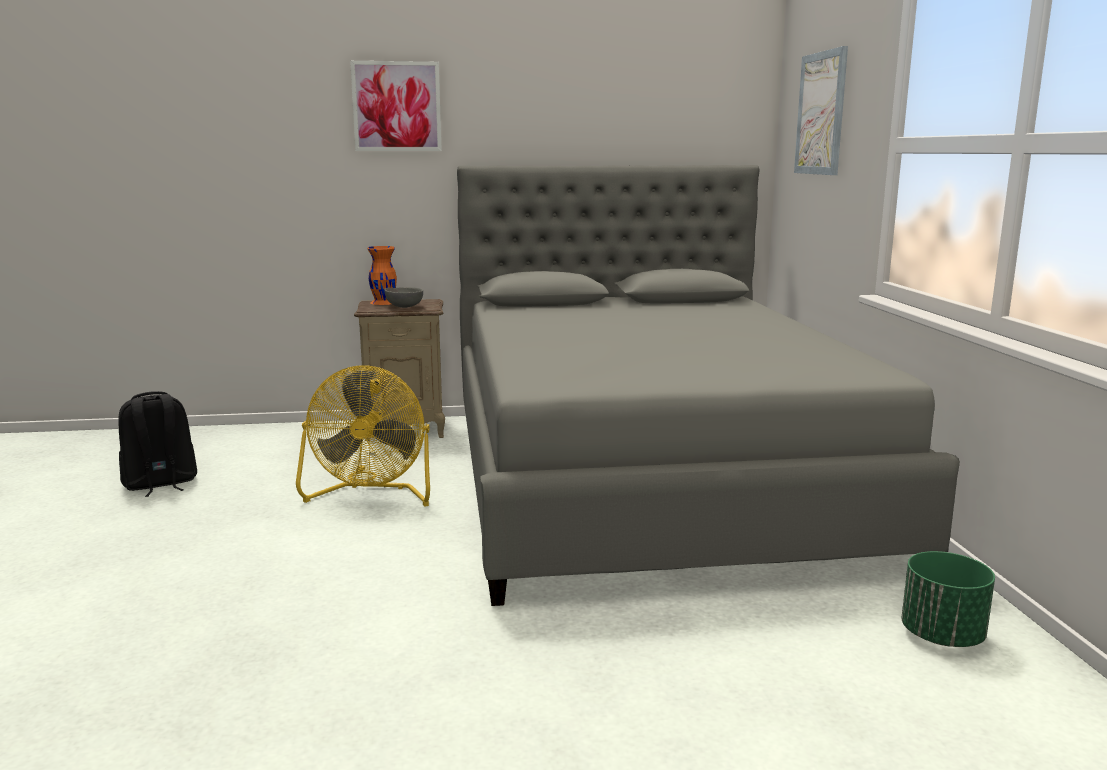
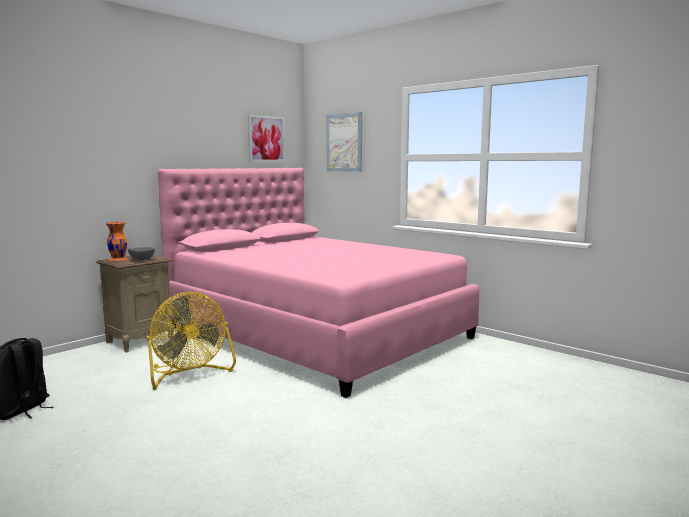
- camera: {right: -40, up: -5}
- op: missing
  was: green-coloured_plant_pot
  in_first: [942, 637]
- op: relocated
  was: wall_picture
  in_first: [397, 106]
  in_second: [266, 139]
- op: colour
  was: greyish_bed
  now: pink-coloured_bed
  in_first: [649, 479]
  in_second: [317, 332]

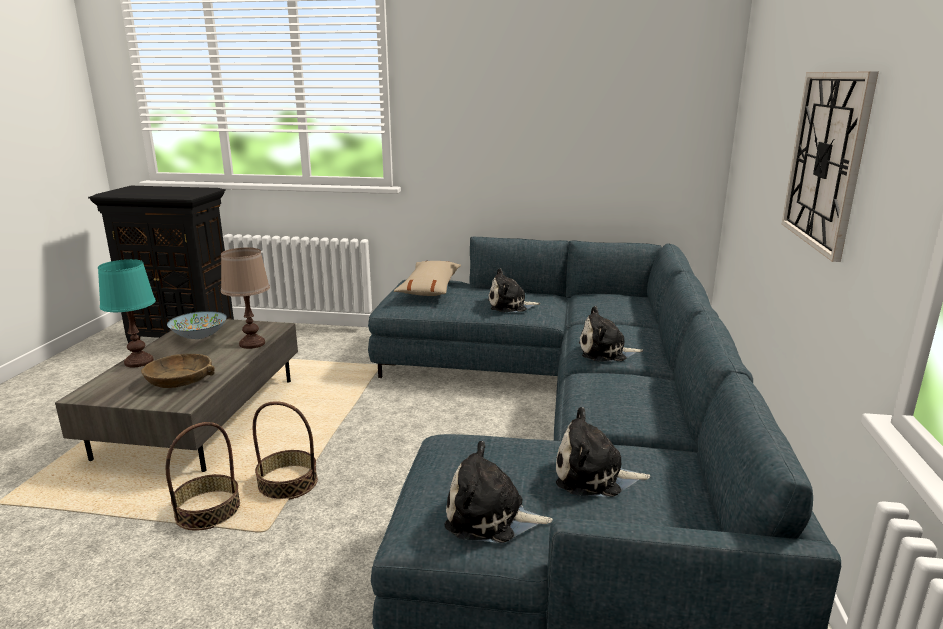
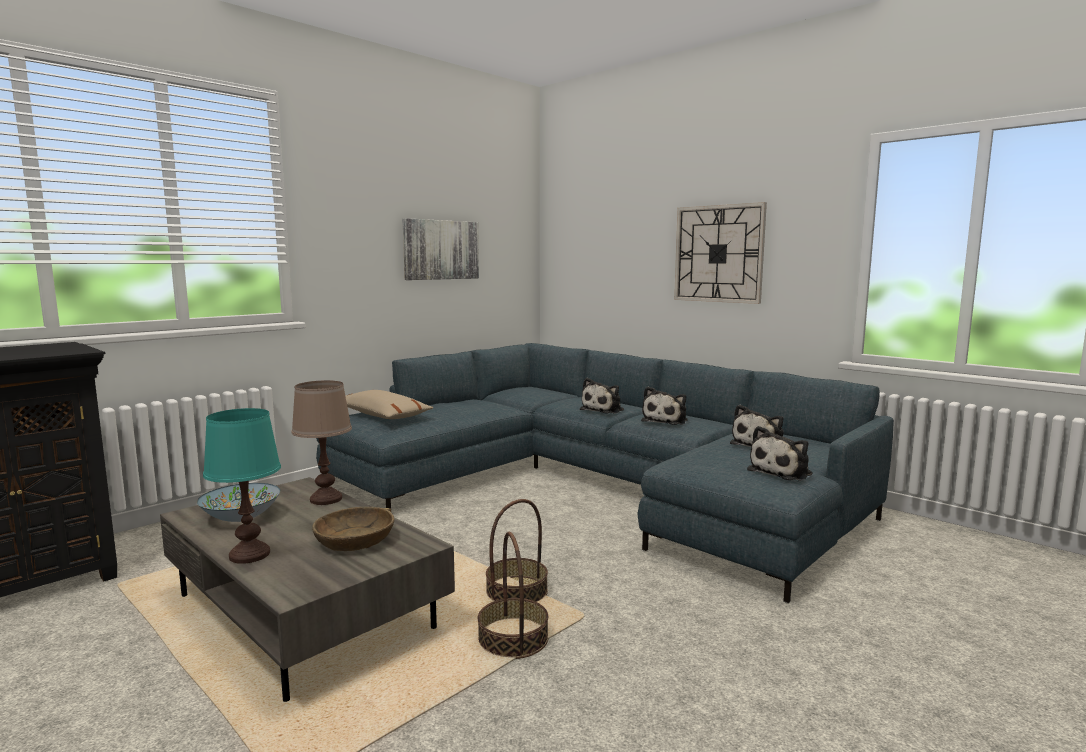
- camera: {right: -55, up: -10}
- op: appeared
  now: wall_picture
  in_second: [441, 250]
- op: relocated
  was: cuddly_toy
  in_first: [510, 306]
  in_second: [666, 420]

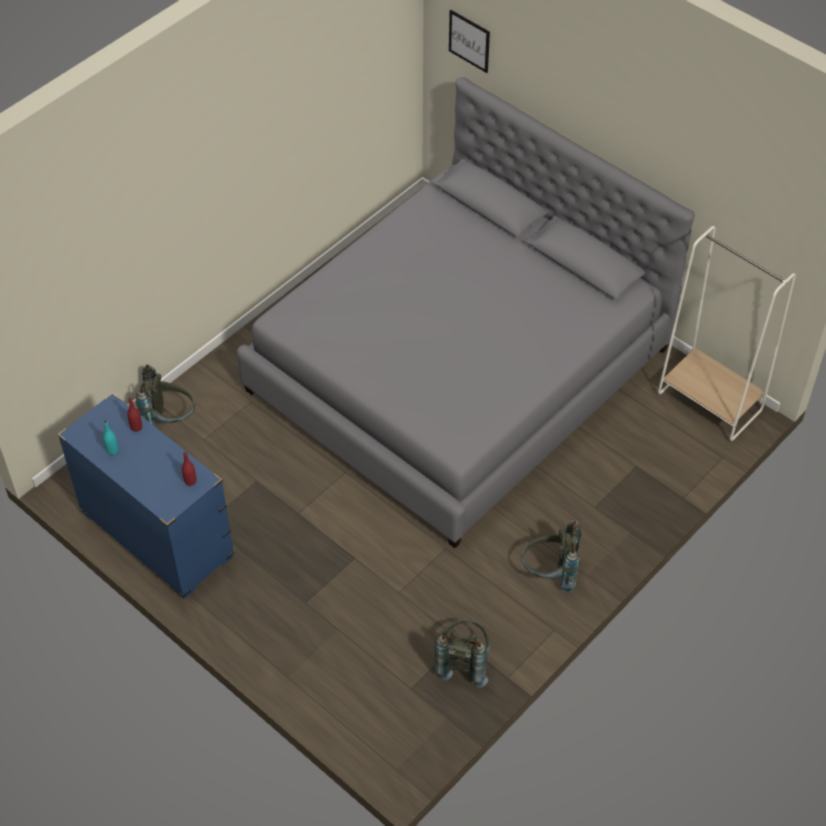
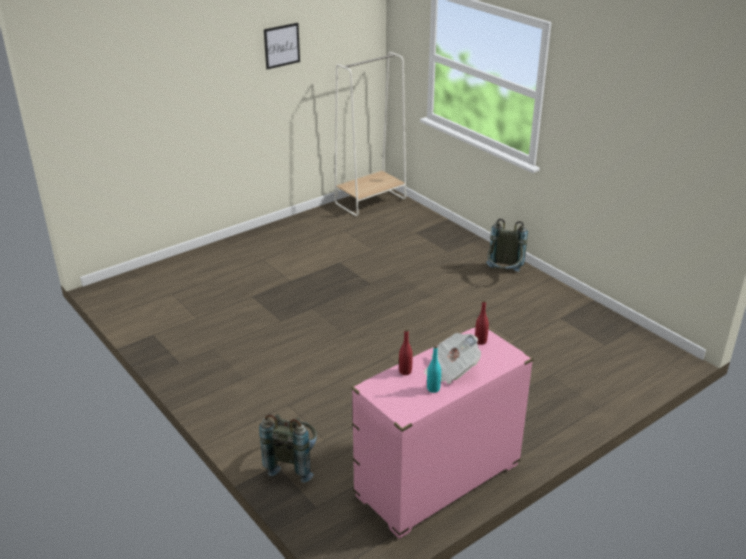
- camera: {right: -80, up: -20}
- op: missing
  was: greyish_bed
  in_first: [458, 369]
- op: missing
  was: greyish_knapsack
  in_first: [463, 662]
- op: appeared
  now: daily_paper
  in_second: [451, 369]
- op: relocated
  was: wall_picture
  in_first: [469, 41]
  in_second: [282, 45]
- op: colour
  was: bluish_chest_of_drawers
  now: pink-coloured_chest_of_drawers
  in_first: [156, 535]
  in_second: [438, 481]

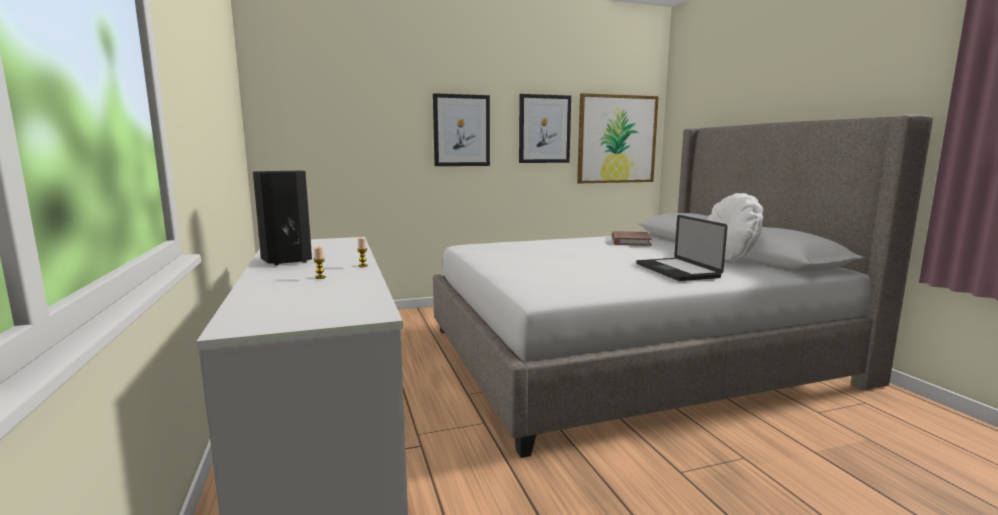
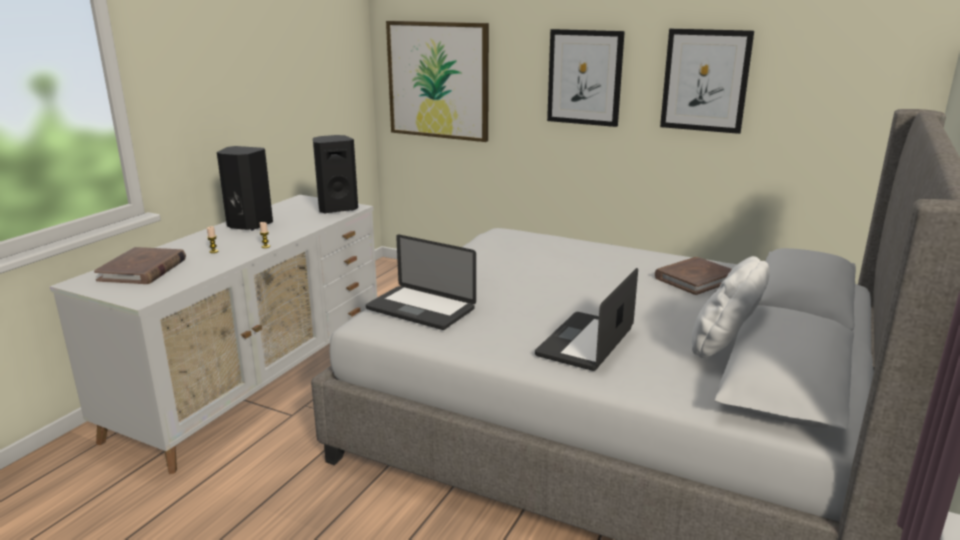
- camera: {right: 45, up: 10}
- op: appeared
  now: brown_volume
  in_second: [143, 270]
- op: appeared
  now: black_loudspeaker
  in_second: [337, 208]
- op: appeared
  now: laptop
  in_second: [420, 309]
- op: relocated
  was: wall_picture
  in_first: [617, 139]
  in_second: [438, 80]

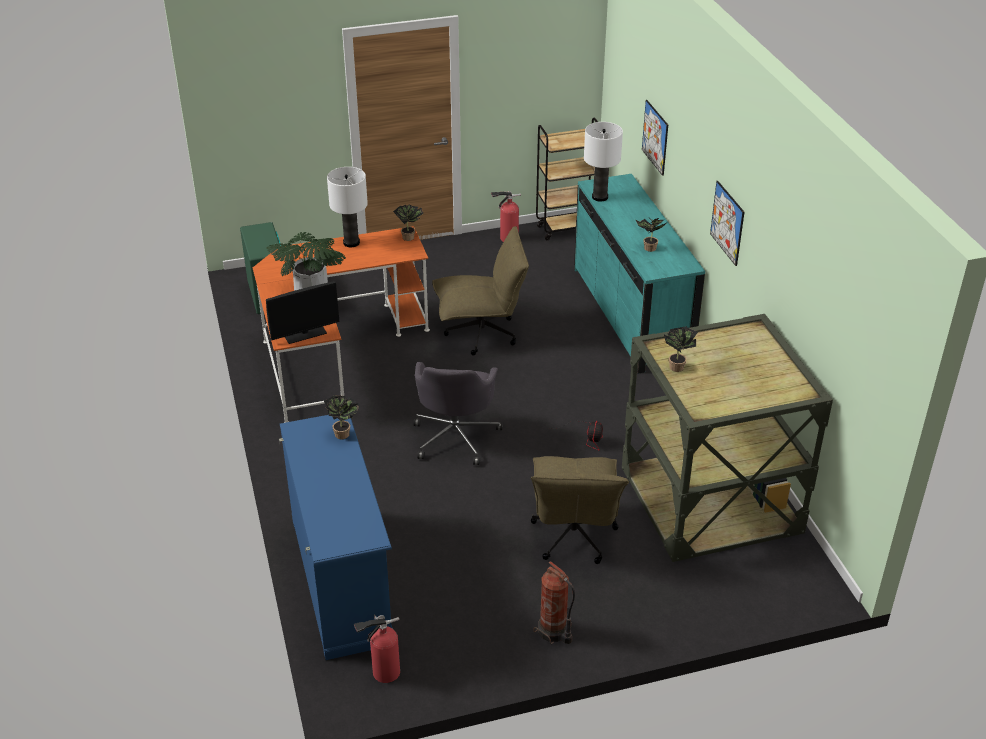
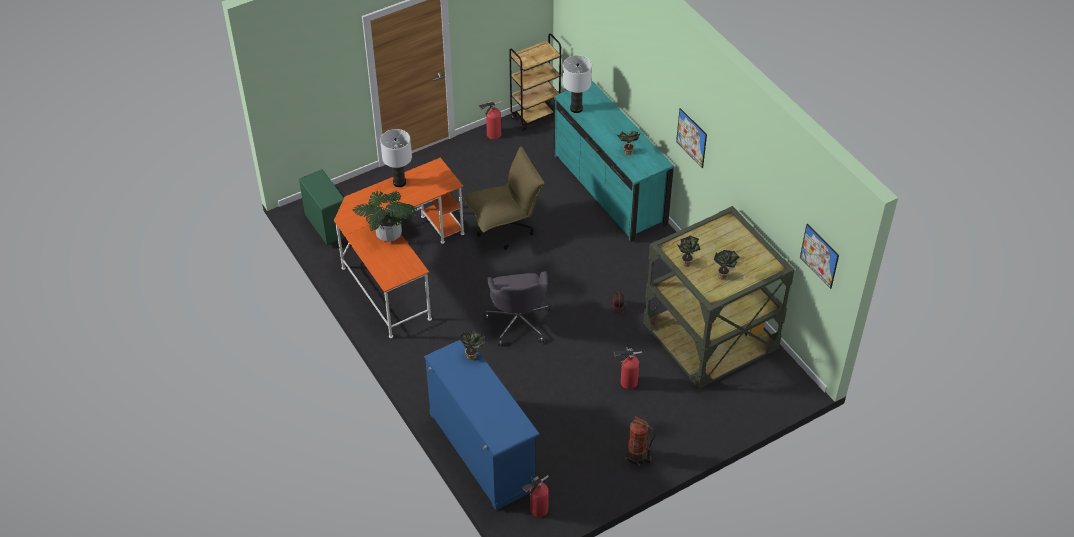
- camera: {right: -15, up: 10}
- op: missing
  was: monitor
  in_first: [305, 333]
- op: relocated
  was: houseplant
  in_first: [410, 237]
  in_second: [724, 274]
- op: relocated
  was: wall_picture
  in_first: [655, 137]
  in_second: [819, 256]
- op: exchanged
  was: sand-coloured_desk_chair
  now: extinguisher
  in_first: [573, 534]
  in_second: [627, 382]

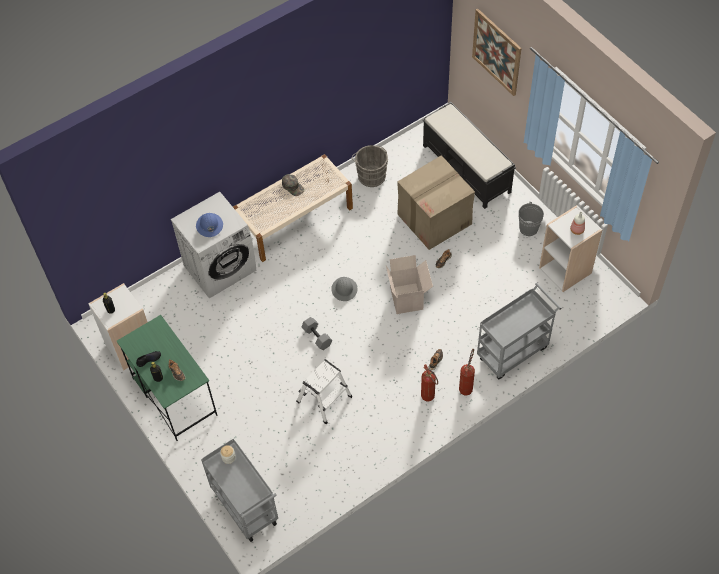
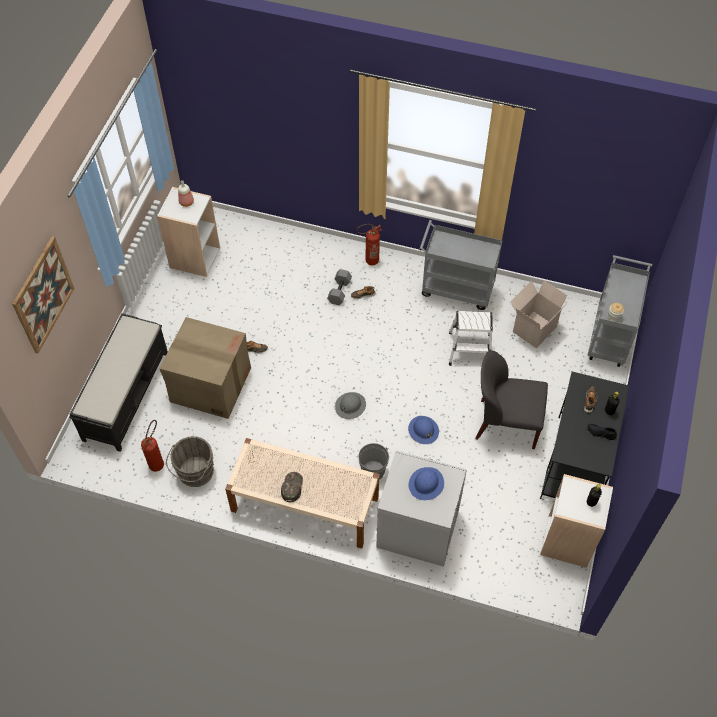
- camera: {right: -130, up: 0}
- op: appeared
  now: bluish_hard_hat
  in_second: [423, 430]
- op: appeared
  now: greyish_plain_chair
  in_second: [505, 423]
- op: relocated
  was: greyish_hand_weight
  in_first: [317, 337]
  in_second: [339, 291]
- op: relocated
  was: carton
  in_first: [408, 299]
  in_second: [533, 328]
- op: relocated
  was: extinguisher
  in_first: [429, 398]
  in_second: [158, 461]
- op: relocated
  was: greyish_wheeled_cart
  in_first: [514, 353]
  in_second: [455, 291]
- op: relocated
  was: greyish_bucket
  in_first: [528, 228]
  in_second: [373, 471]
- op: colour
  was: green-coloured_desk
  now: black_desk
  in_first: [174, 396]
  in_second: [575, 463]

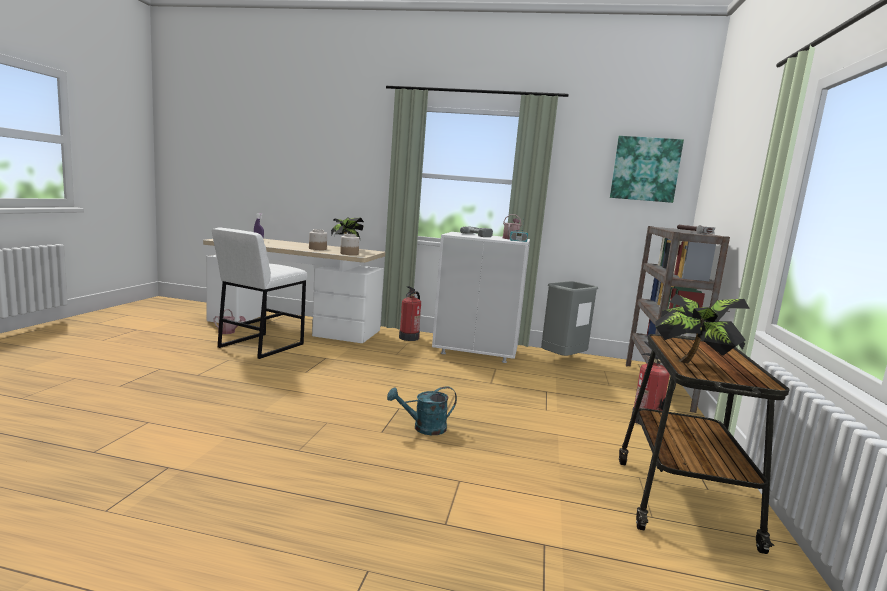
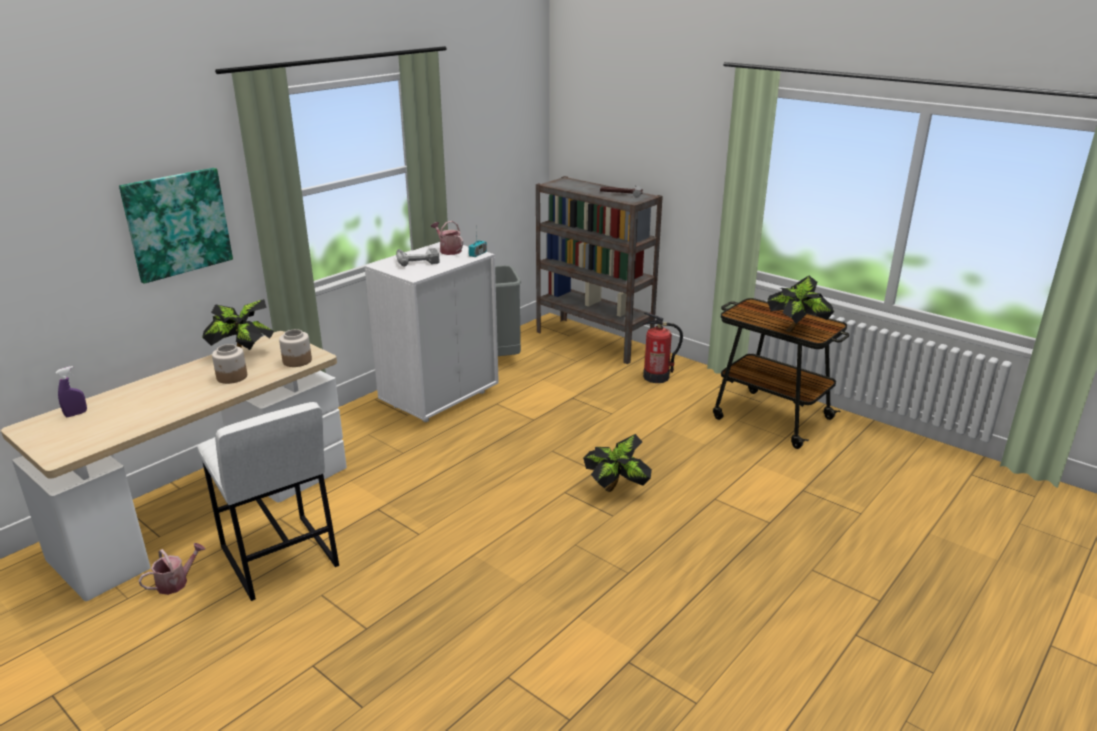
- camera: {right: -60, up: 15}
- op: missing
  was: extinguisher
  in_first: [409, 338]
- op: relocated
  was: wall_picture
  in_first: [645, 169]
  in_second: [177, 224]
- op: exchanged
  was: turquoise_watering_can
  now: houseplant
  in_first: [423, 428]
  in_second: [617, 490]

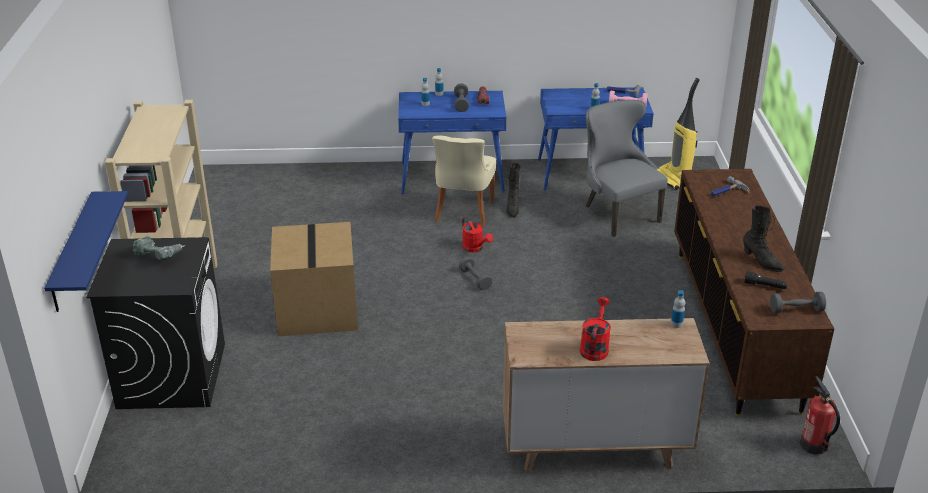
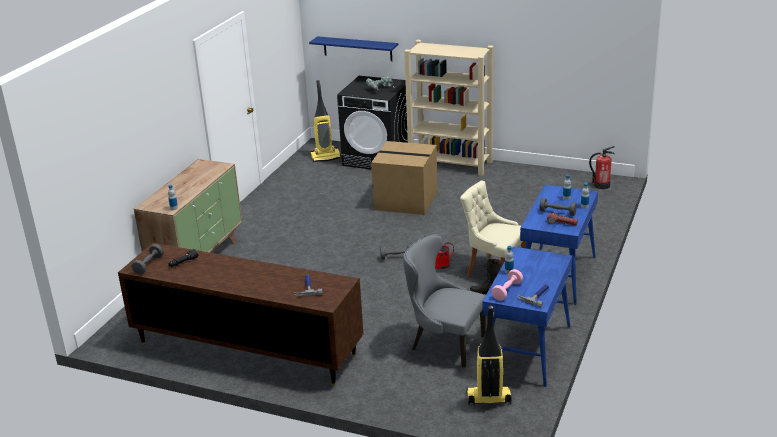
- camera: {right: 115, up: -5}
- op: missing
  was: red_watering_can
  in_first: [595, 347]
- op: missing
  was: black_boot
  in_first: [761, 261]
- op: appeared
  now: vacuum
  in_second: [326, 157]
- op: relocated
  was: extinguisher
  in_first: [814, 445]
  in_second: [601, 185]
- op: spun
  was: greyish_plain_chair
  in_first: [617, 213]
  in_second: [444, 344]
  clockwise: -150

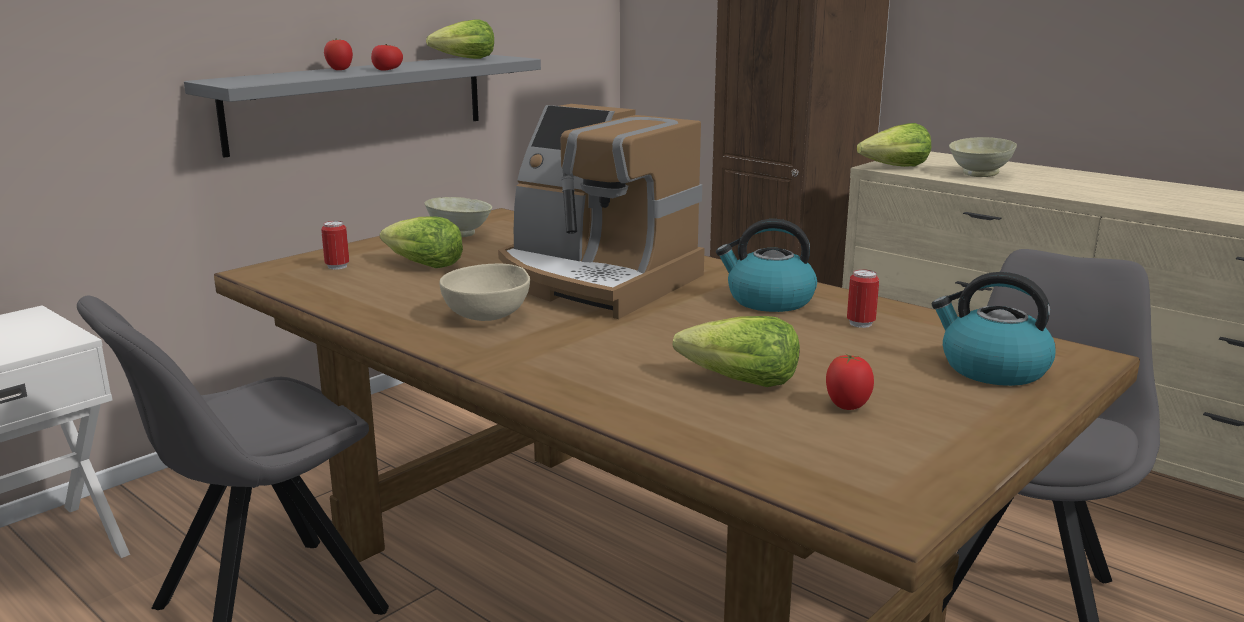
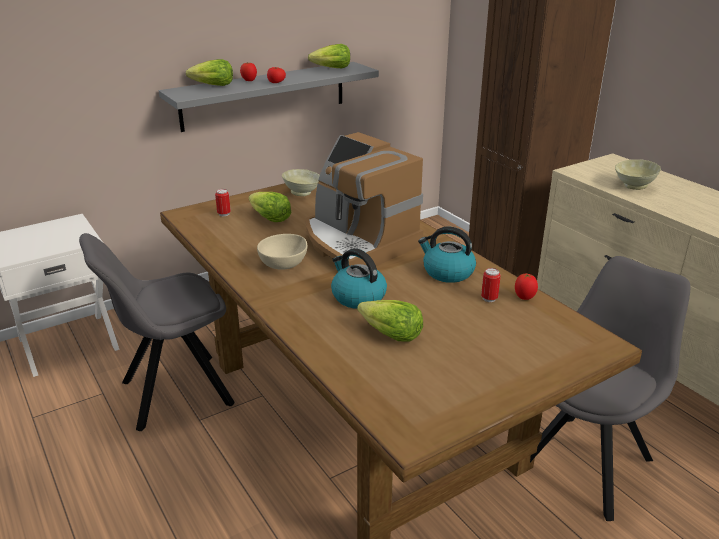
- camera: {right: 15, up: 10}
- op: relocated
  was: fresh_tomato
  in_first: [847, 407]
  in_second: [524, 298]
- op: relocated
  was: head_of_lettuce
  in_first: [895, 167]
  in_second: [213, 86]
- op: relocated
  was: water_kettle
  in_first: [992, 369]
  in_second: [357, 297]

